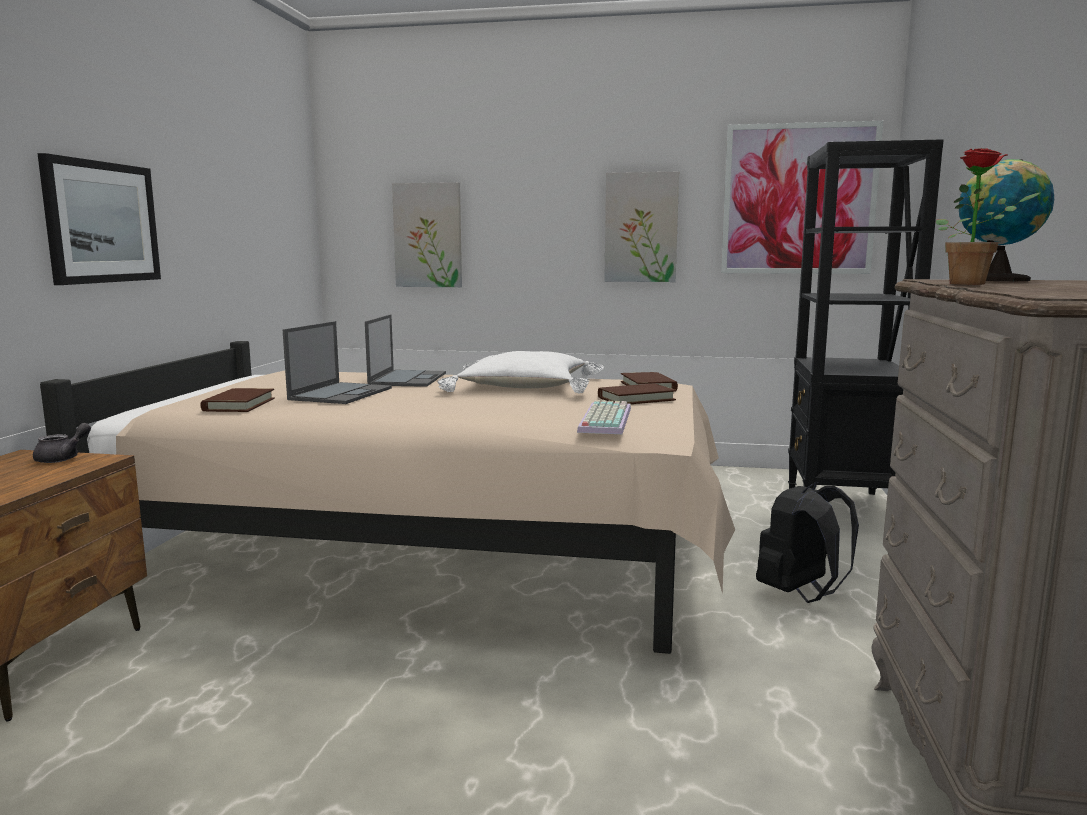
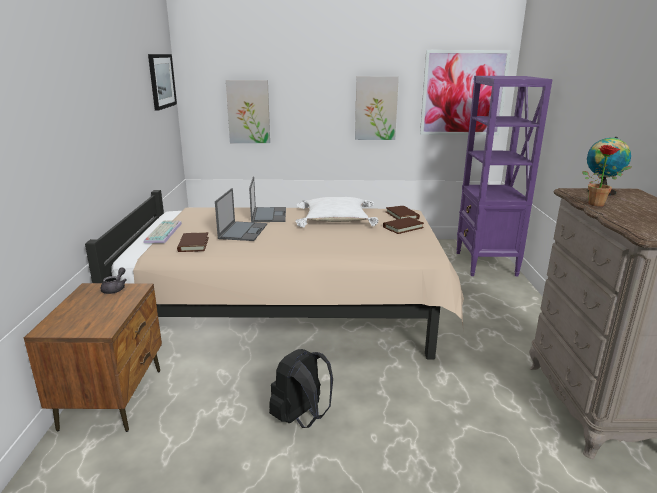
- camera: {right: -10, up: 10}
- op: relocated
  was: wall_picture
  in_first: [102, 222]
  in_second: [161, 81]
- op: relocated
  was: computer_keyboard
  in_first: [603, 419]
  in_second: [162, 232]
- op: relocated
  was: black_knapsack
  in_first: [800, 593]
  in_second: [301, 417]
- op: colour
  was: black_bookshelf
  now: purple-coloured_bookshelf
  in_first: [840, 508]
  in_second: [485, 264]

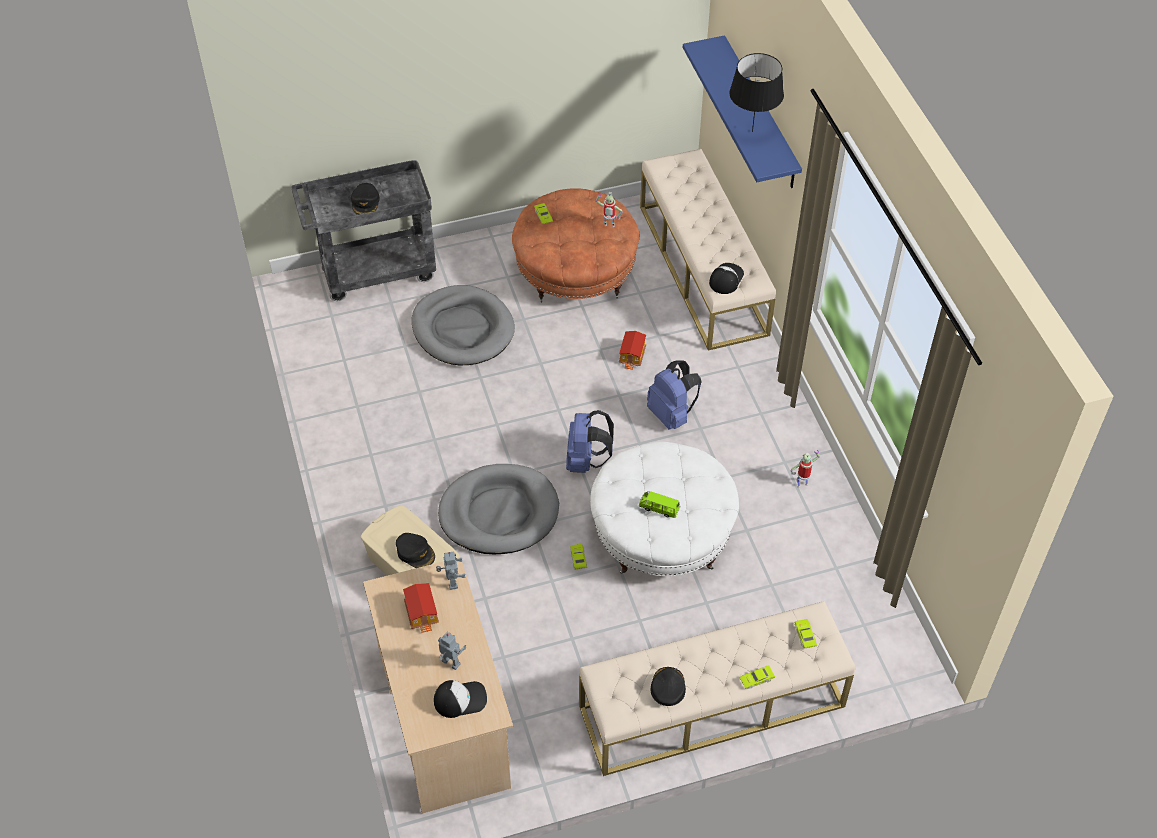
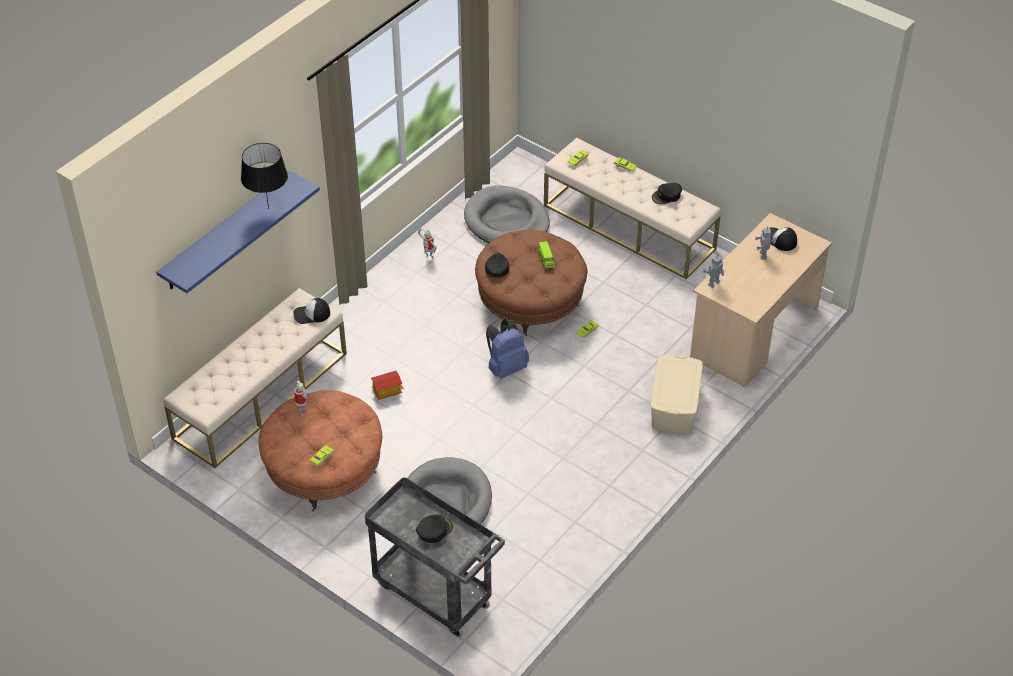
- camera: {right: -125, up: -5}
- op: missing
  was: miniature_house
  in_first: [422, 613]
- op: missing
  was: bluish_knapsack
  in_first: [672, 414]
- op: relocated
  was: black_baseball_cap
  in_first: [415, 553]
  in_second: [497, 267]
- op: relocated
  was: greyish_dog_bed
  in_first: [499, 512]
  in_second: [506, 221]
- op: colour
  was: white_ottoman
  now: brown_ottoman
  in_first: [662, 534]
  in_second: [530, 302]

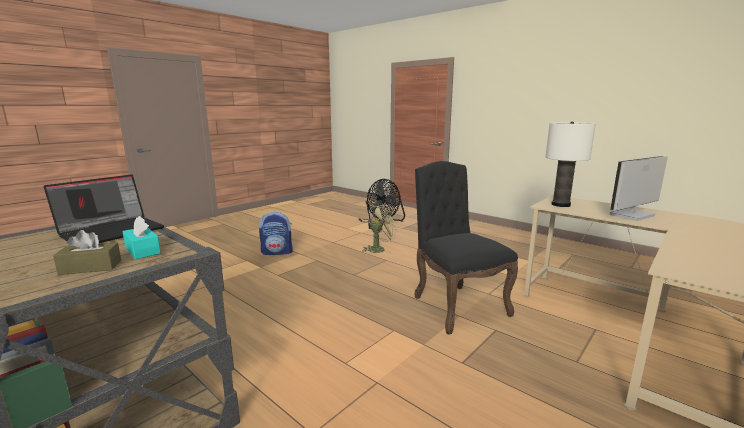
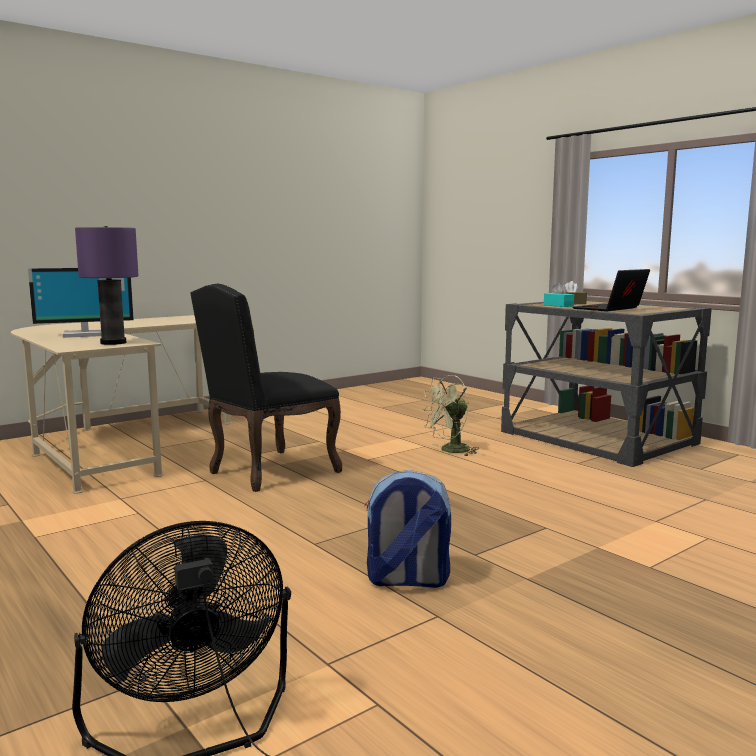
- camera: {right: -170, up: -5}
- op: relocated
  was: knapsack
  in_first: [277, 252]
  in_second: [406, 580]
- op: relocated
  was: green-coloured_fan
  in_first: [379, 249]
  in_second: [450, 451]
- op: colour
  was: white_tabletop_lamp
  now: purple-coloured_tabletop_lamp
  in_first: [560, 204]
  in_second: [113, 343]
- op: spun
  was: black_plain_chair
  in_first: [457, 306]
  in_second: [269, 471]
  clockwise: 60

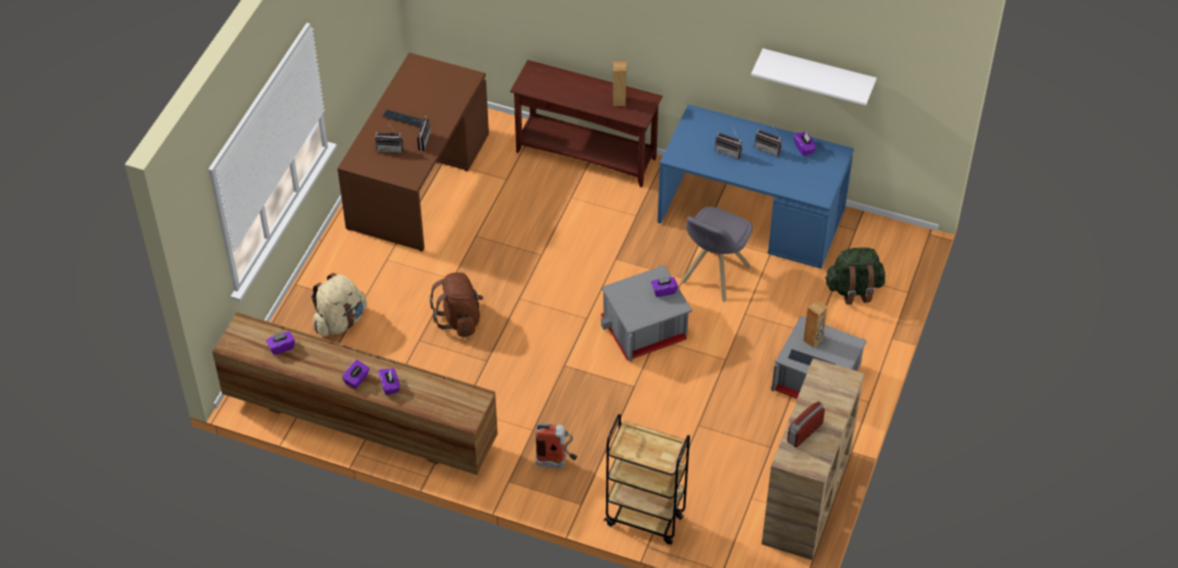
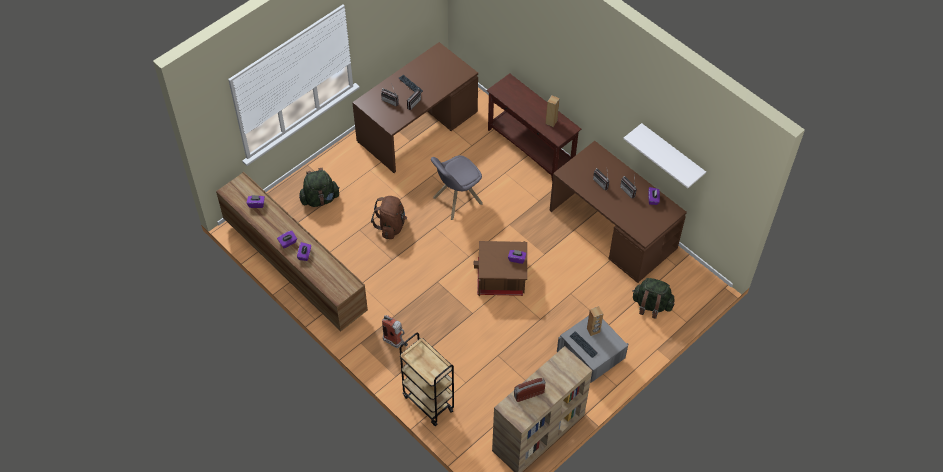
- camera: {right: 25, up: 5}
- op: relocated
  was: greyish_plain_chair
  in_first: [714, 274]
  in_second: [457, 200]
- op: colour
  was: sand-coloured_knapsack
  now: green-coloured_knapsack
  in_first: [340, 321]
  in_second: [320, 199]
- op: colour
  was: greyish_storage_bin
  now: brown_storage_bin
  in_first: [645, 328]
  in_second: [501, 278]
- op: colour
  was: bluish_desk
  now: brown_desk
  in_first: [751, 216]
  in_second: [613, 229]

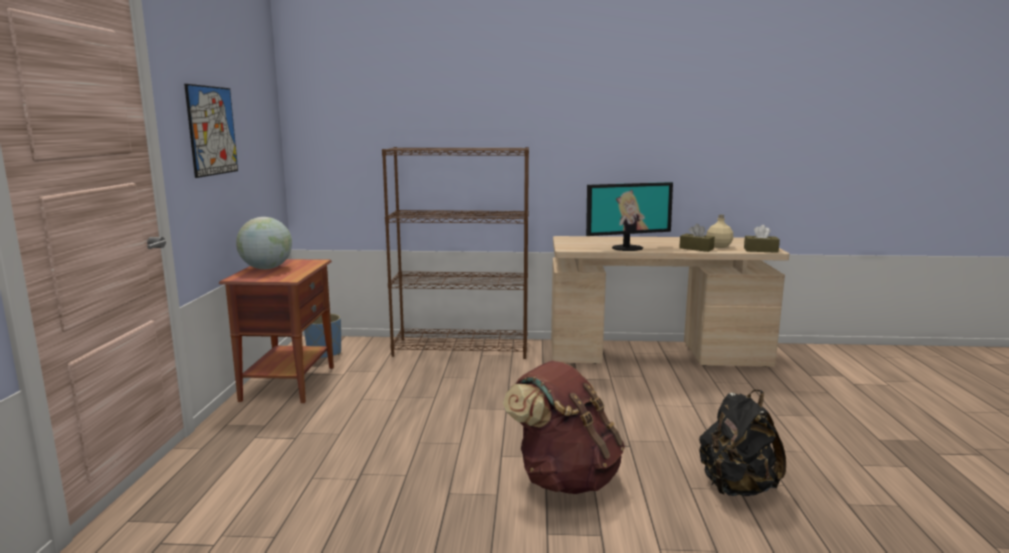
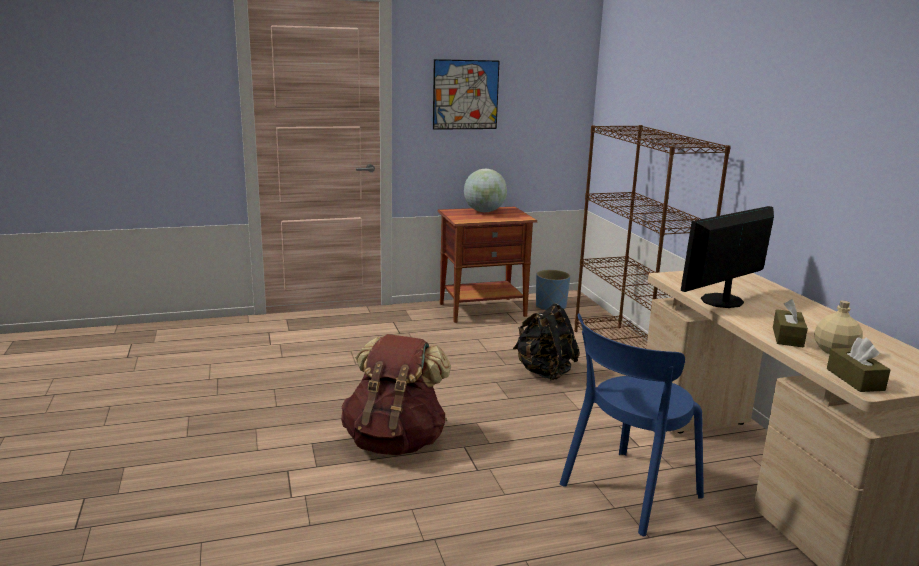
- camera: {right: 70, up: 5}
- op: appeared
  now: bluish_plain_chair
  in_second: [626, 493]
- op: relocated
  was: black_knapsack
  in_first: [736, 487]
  in_second: [544, 372]
- op: spun
  was: monitor
  in_first: [627, 248]
  in_second: [723, 301]
  clockwise: 90

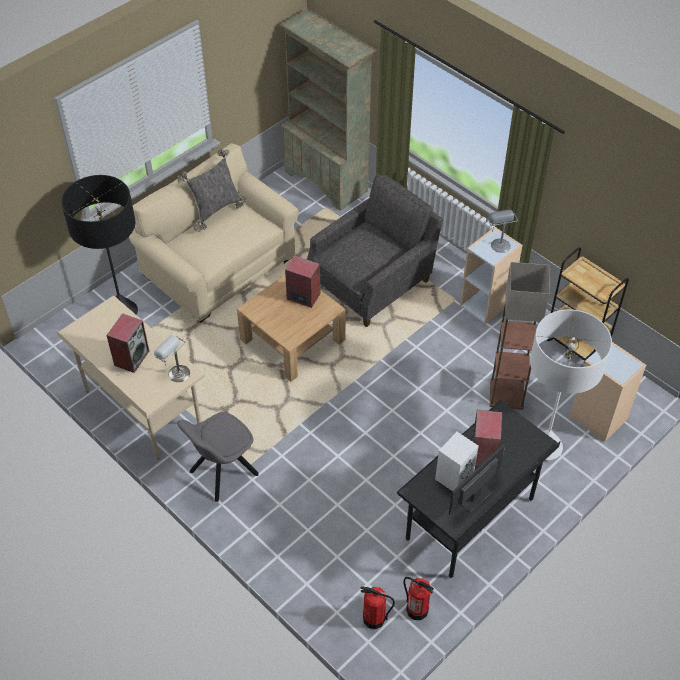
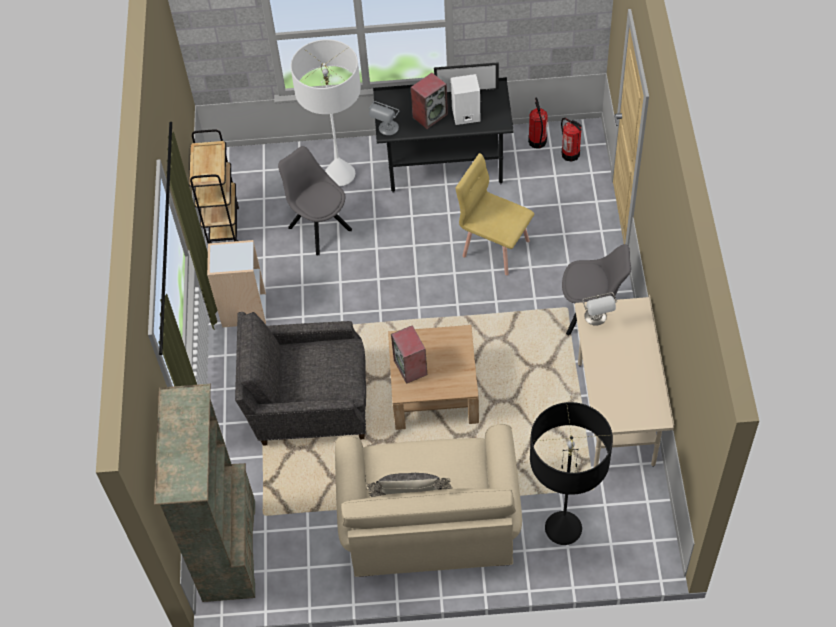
- camera: {right: -135, up: 5}
- op: missing
  was: loudspeaker
  in_first: [131, 357]
- op: missing
  was: bookshelf
  in_first: [598, 418]
- op: appeared
  now: yellowish_plain_chair
  in_second: [495, 247]
- op: relocated
  was: greyish_tabletop_lamp
  in_first: [498, 242]
  in_second: [387, 130]
- op: exchanged
  was: standard_lamp
  now: greyish_plain_chair
  in_first: [507, 395]
  in_second: [319, 229]

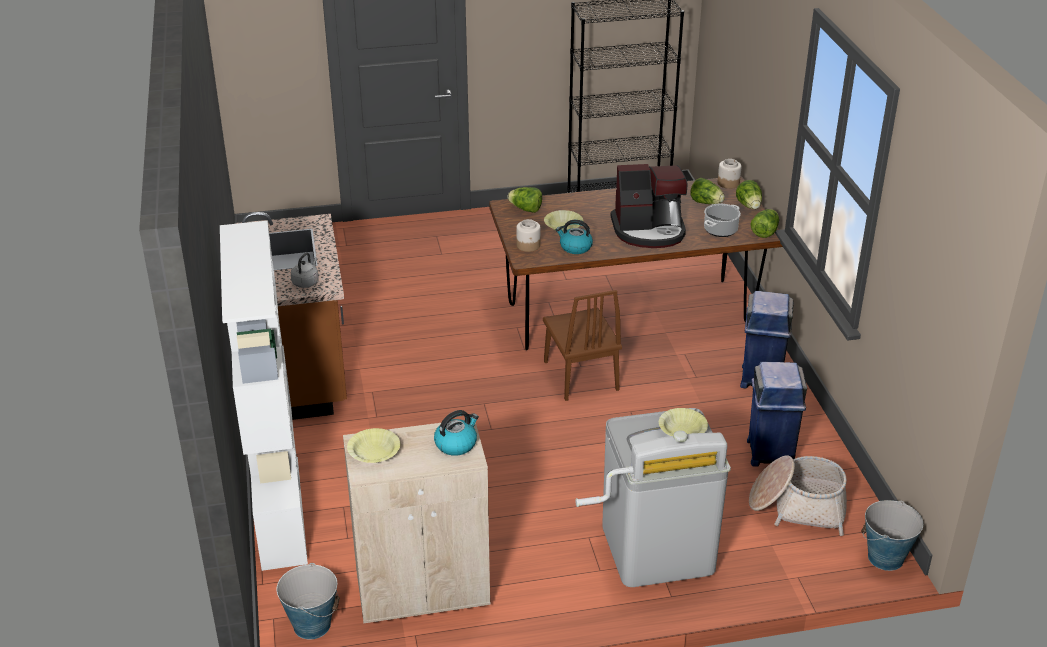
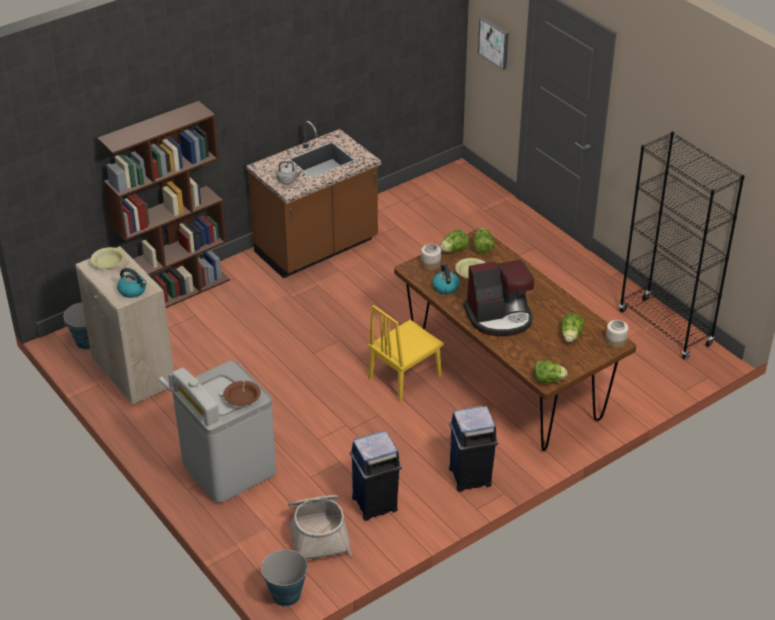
- camera: {right: 65, up: 5}
- op: missing
  was: stockpot
  in_first: [720, 230]
- op: appeared
  now: wall_picture
  in_second: [494, 42]
- op: relocated
  was: head_of_lettuce
  in_first: [749, 206]
  in_second: [454, 250]
- op: colour
  was: white_bookshelf
  now: brown_bookshelf
  in_first: [279, 511]
  in_second: [176, 292]
- op: colour
  was: brown_plain_chair
  now: yellowish_plain_chair
  in_first: [580, 375]
  in_second: [405, 377]
- op: colour
  was: yellowish_bowl
  now: brown_bowl
  in_first: [682, 430]
  in_second: [242, 398]
- op: spun
  was: coffee_maker
  in_first: [649, 231]
  in_second: [499, 317]
  clockwise: -75

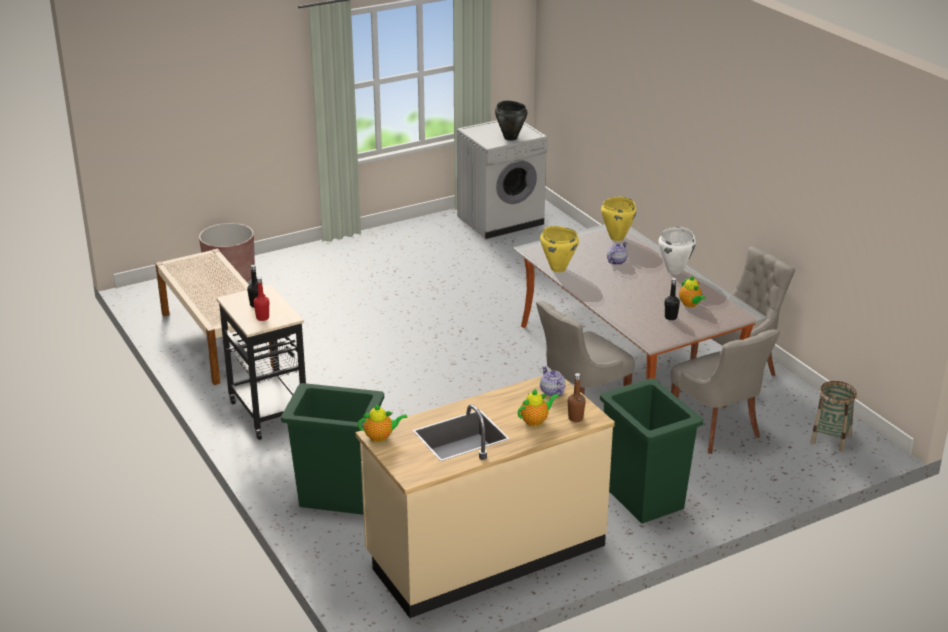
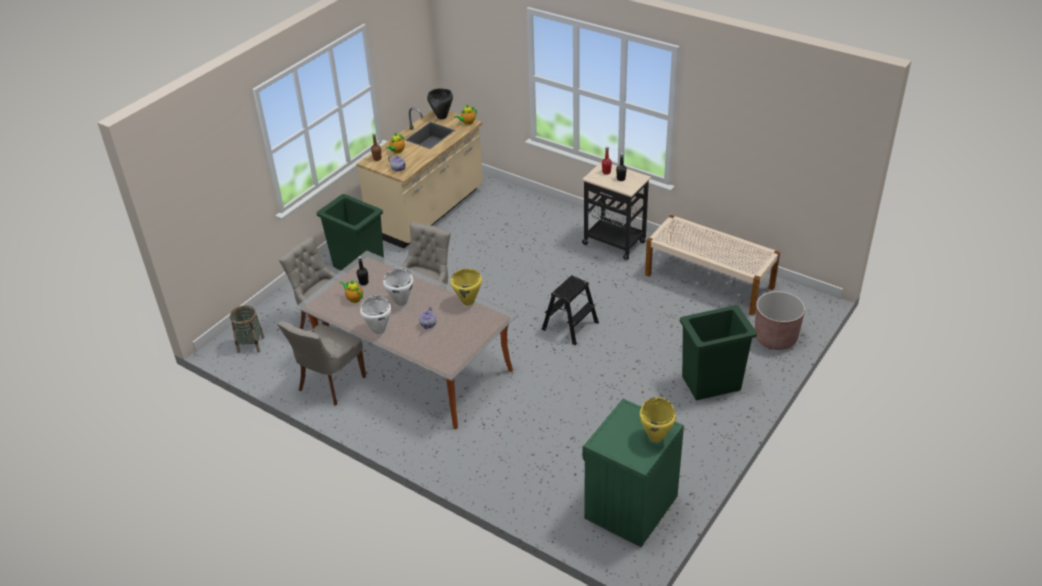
- camera: {right: 155, up: 10}
- op: appeared
  now: white_stockpot
  in_second: [400, 302]
- op: appeared
  now: black_step_stool
  in_second: [570, 326]
- op: relocated
  was: green-coloured_trash_can
  in_first: [338, 495]
  in_second: [712, 383]
- op: relocated
  was: black_stockpot
  in_first: [510, 138]
  in_second: [442, 117]
- op: relocated
  was: yellowish_stockpot
  in_first: [616, 238]
  in_second: [656, 436]
- op: colour
  was: white_washing_machine
  now: green-coloured_washing_machine
  in_first: [501, 221]
  in_second: [629, 507]

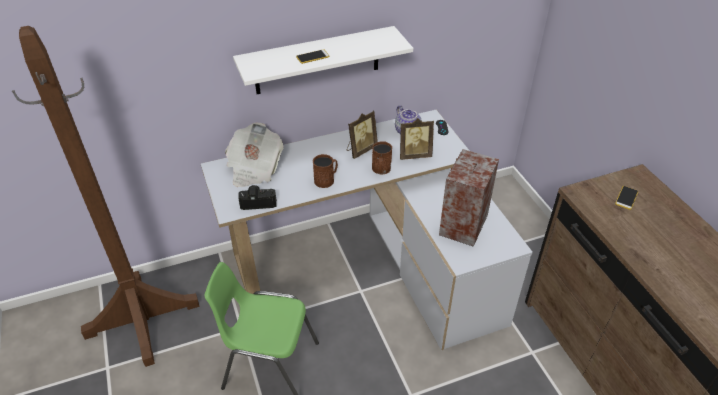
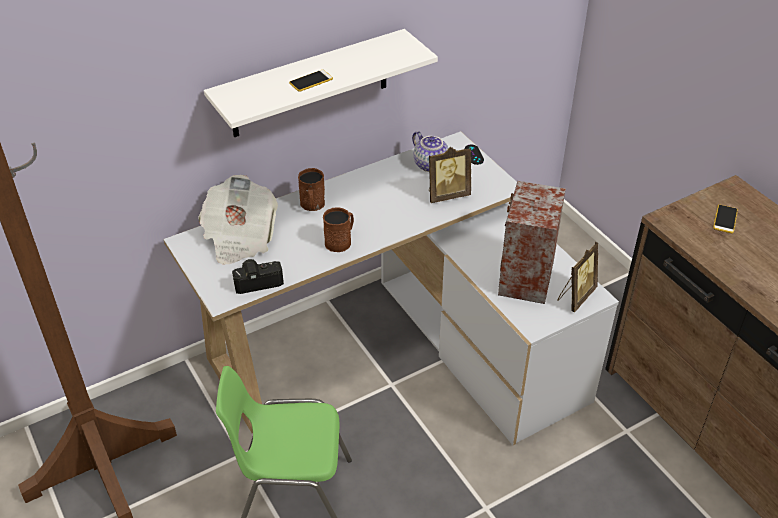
- camera: {right: -10, up: 0}
- op: relocated
  was: standing_frame
  in_first: [360, 150]
  in_second: [575, 296]
- op: relocated
  was: brown_coffee_mug
  in_first: [381, 170]
  in_second: [312, 205]

